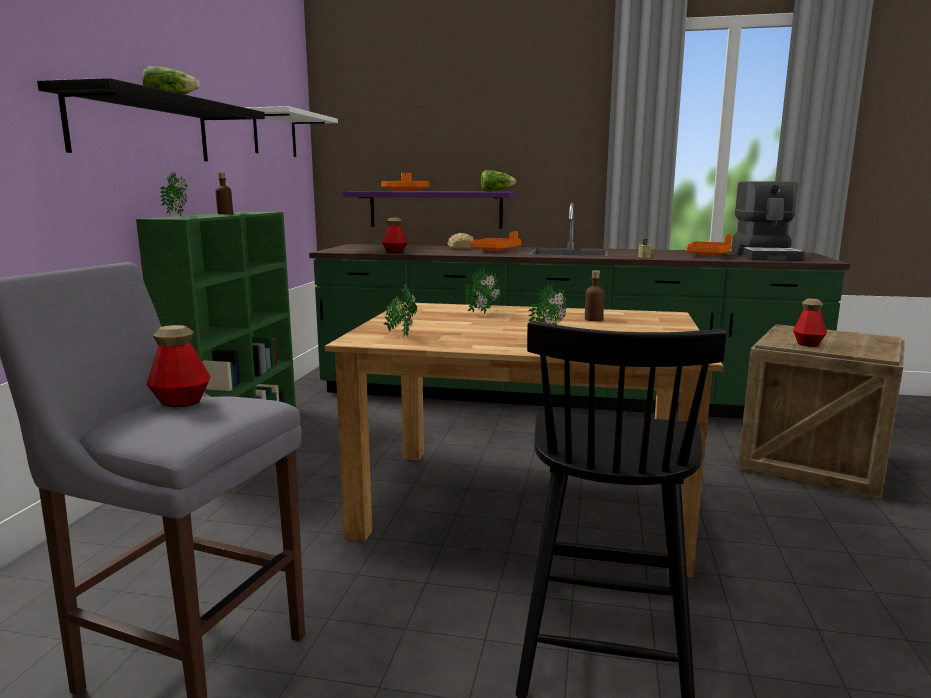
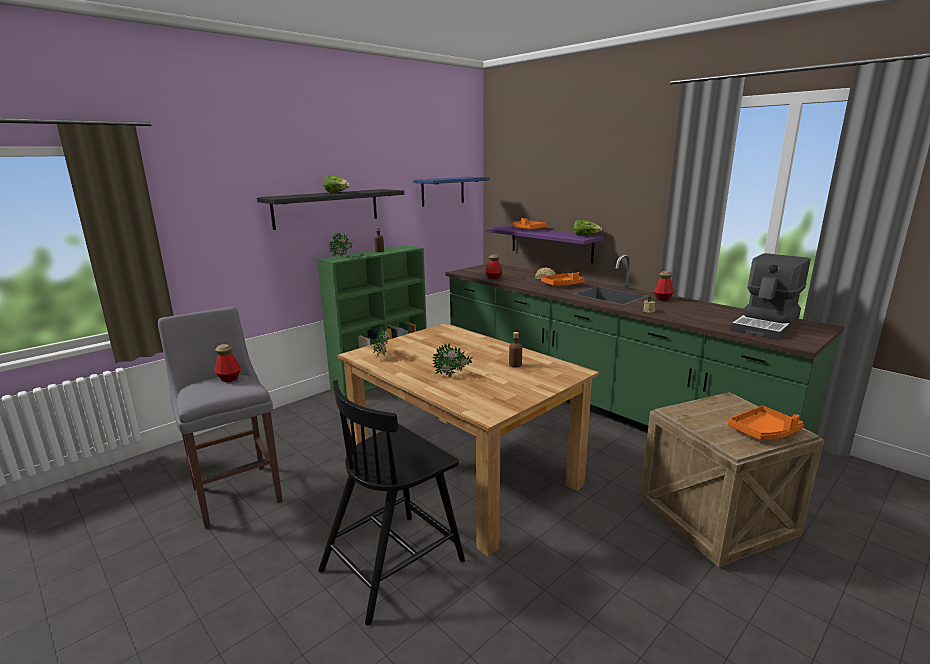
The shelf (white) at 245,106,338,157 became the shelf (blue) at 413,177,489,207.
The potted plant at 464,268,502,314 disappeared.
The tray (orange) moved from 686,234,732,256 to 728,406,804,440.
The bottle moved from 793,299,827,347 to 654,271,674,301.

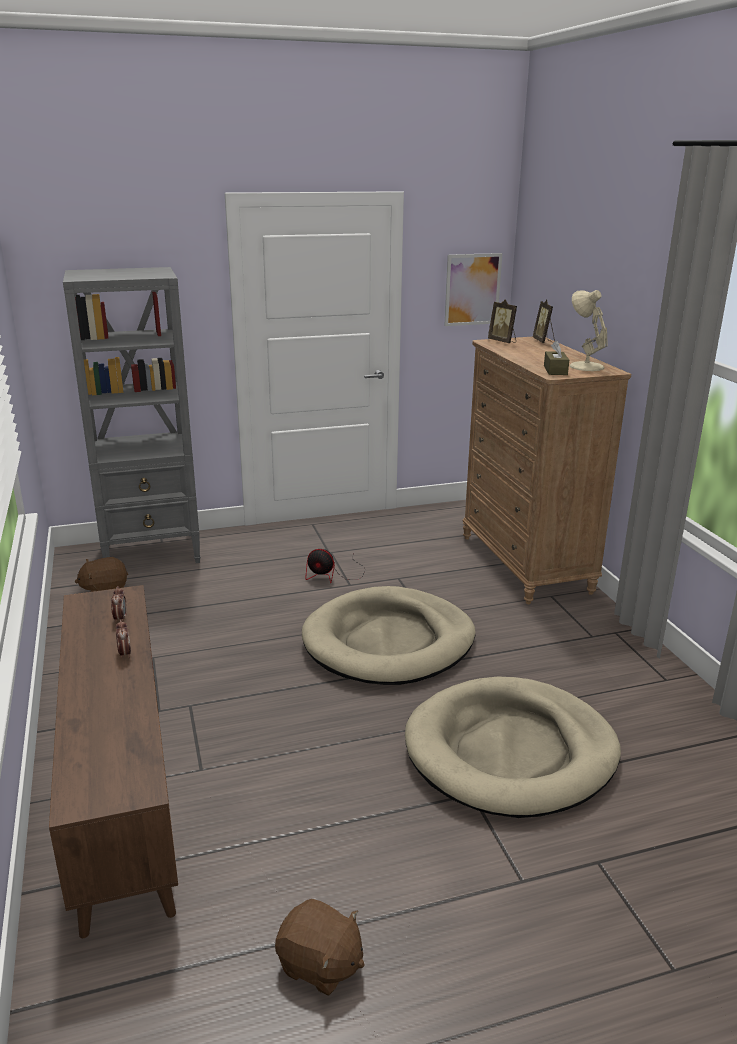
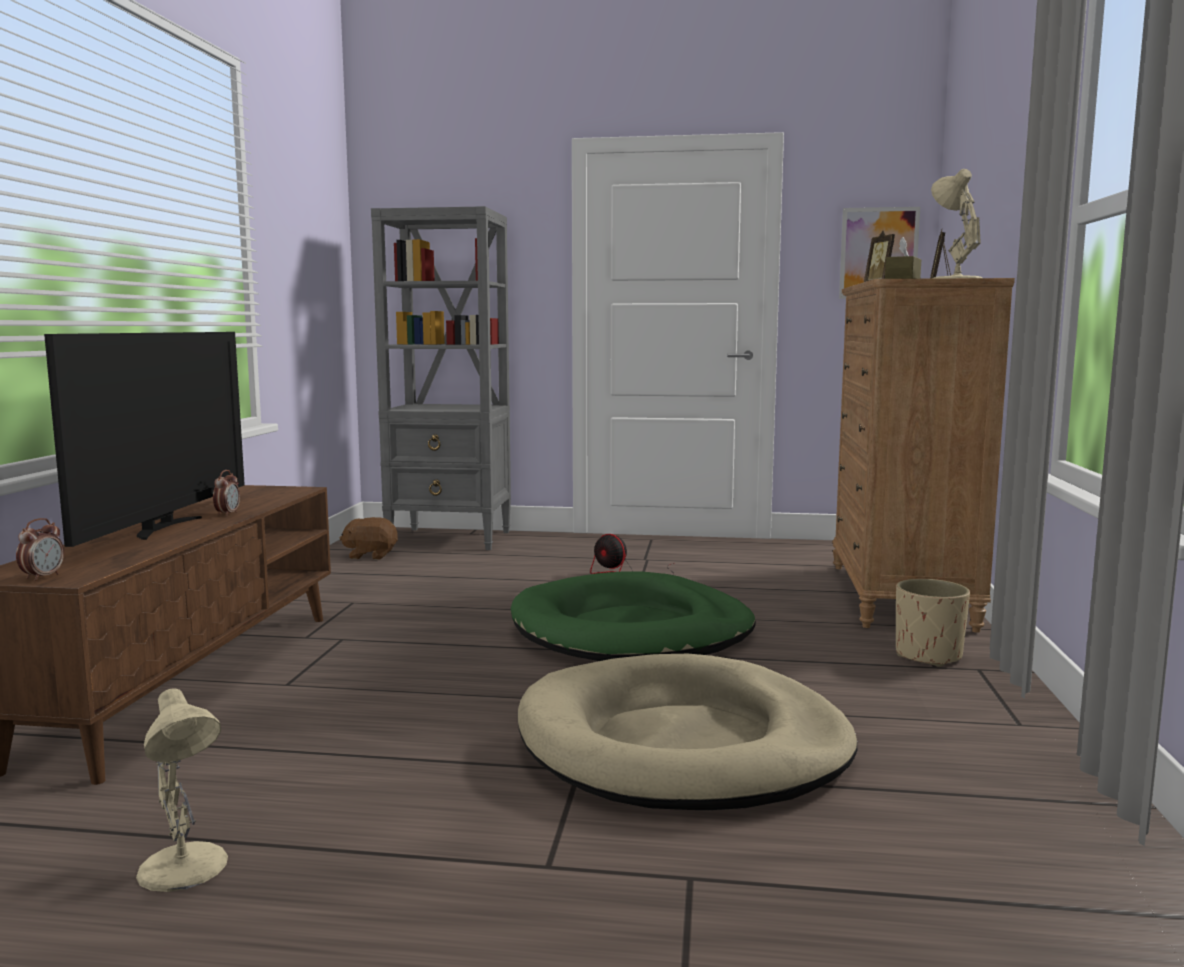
The alarm clock moved from 111,586,127,622 to 16,518,64,581.
The plush toy (brown) at 275,899,364,996 was replaced by the table lamp (beige) at 136,688,228,892.
The dog bed (beige) at 302,586,476,685 became the dog bed (green) at 511,571,756,661.
The television at 44,332,245,547 appeared.
The planter (beige) at 896,579,970,667 appeared.

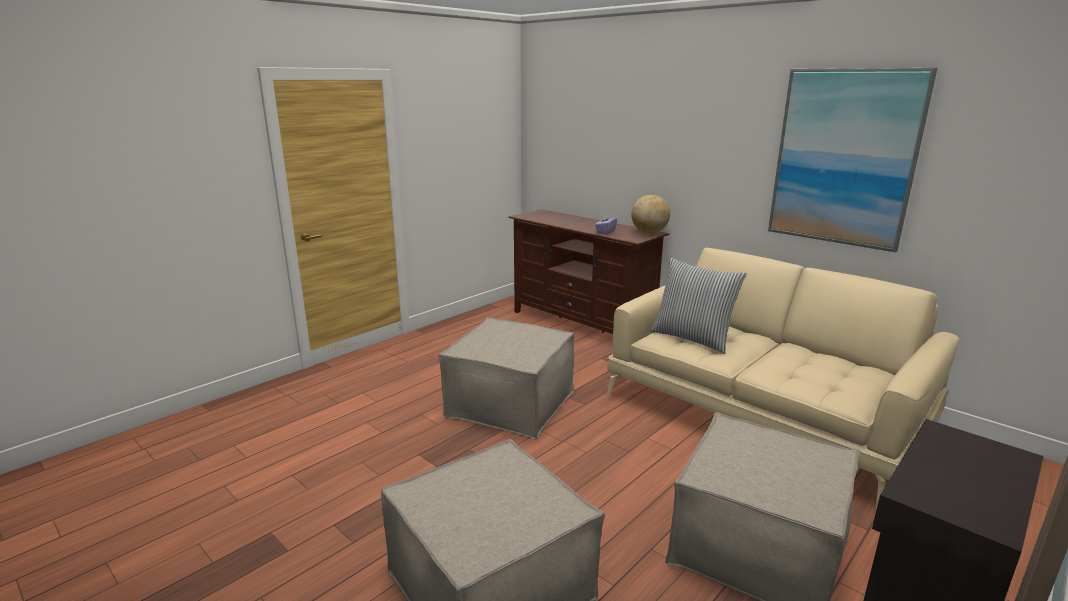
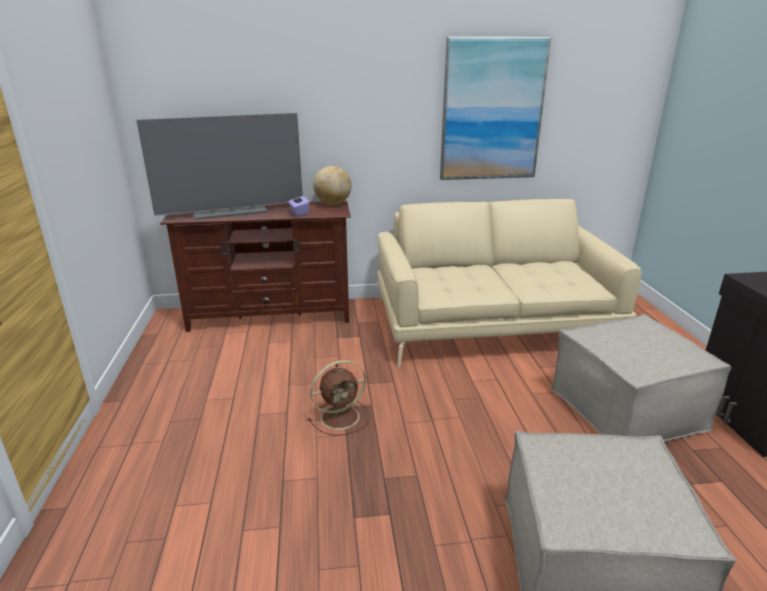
The ottoman (beige) at 438,317,575,440 was replaced by the fan (brown) at 308,360,369,436.
The pillow at 650,258,747,354 disappeared.
The television at 136,113,303,220 appeared.

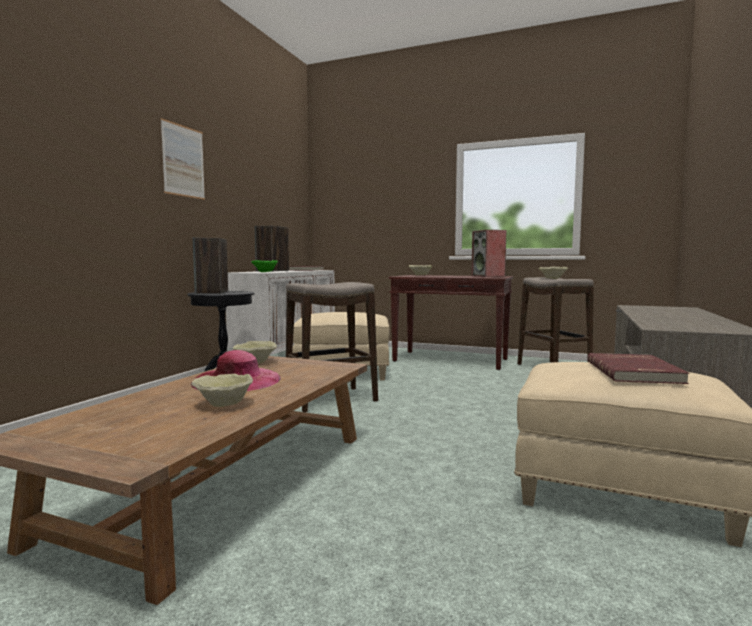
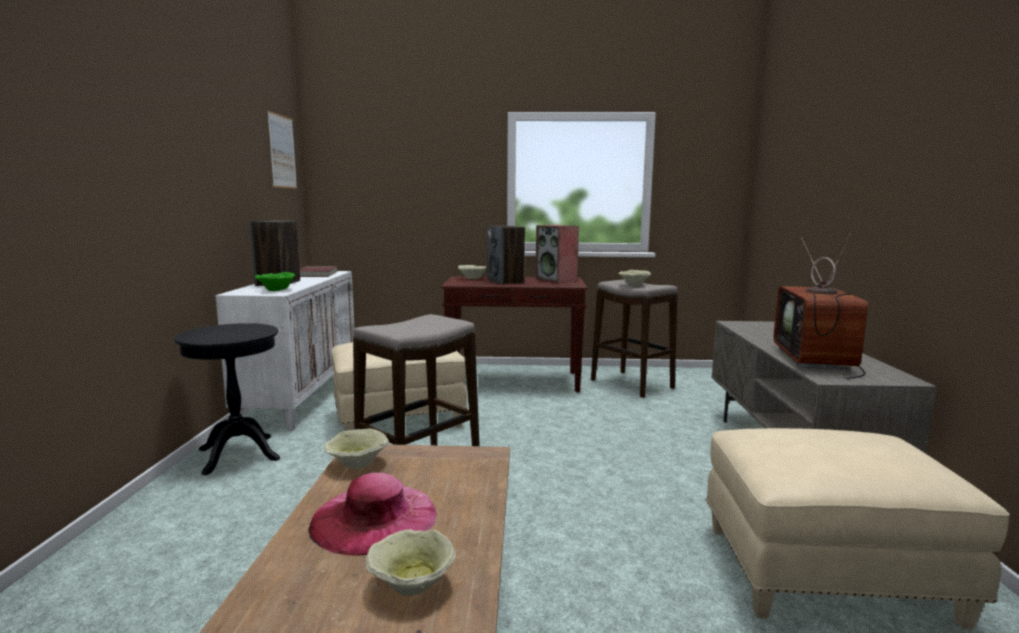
The picture moved from 161,118,205,200 to 267,111,297,189.
The speaker moved from 193,237,228,294 to 487,226,525,284.
The book (red) at 588,353,689,384 disappeared.
The television at 774,233,868,379 appeared.

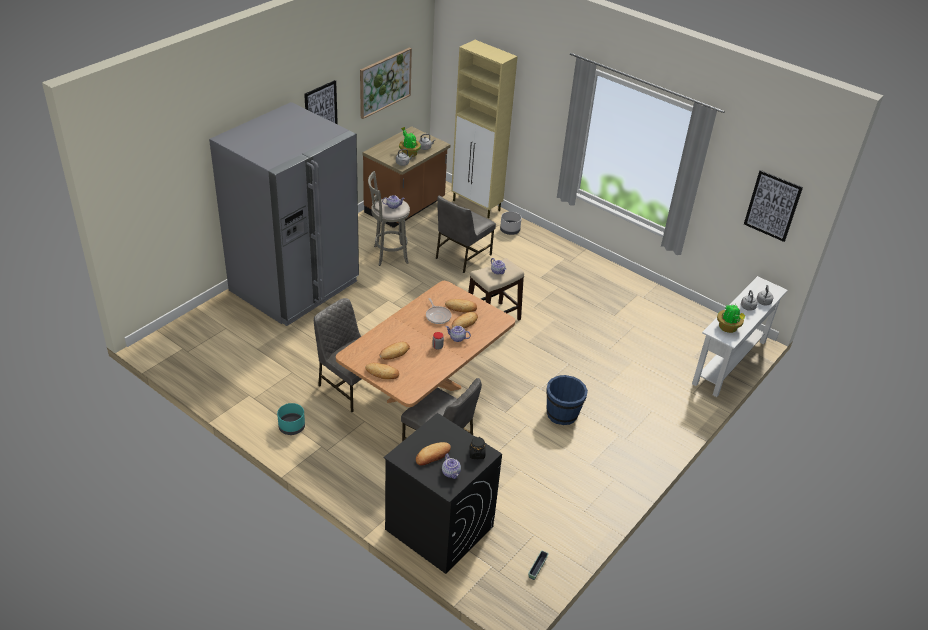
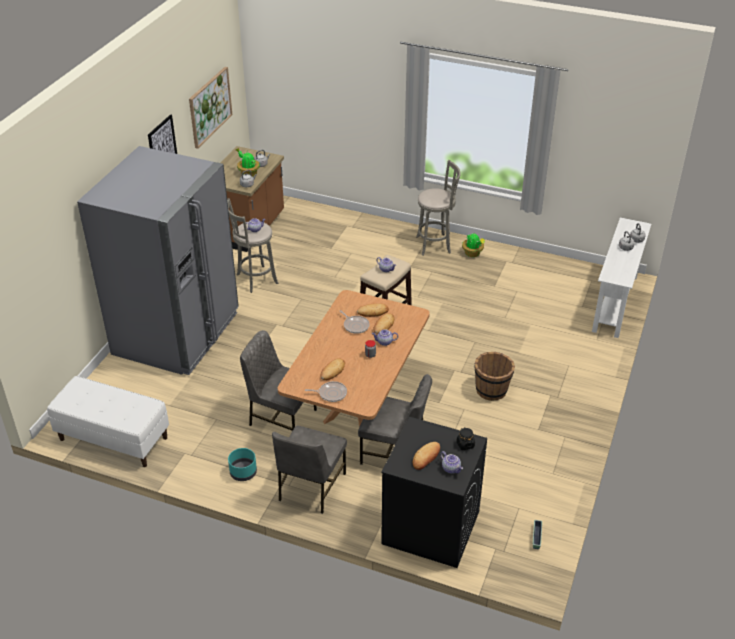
The bread at 365,363,399,379 was replaced by the frying pan at 305,381,347,402.
The chair (grey) moved from 436,196,496,273 to 272,425,347,514.
The cabinet (beige) at 451,40,518,218 disappeared.
The planter (grey) at 500,211,522,235 disappeared.
The bucket (blue) at 546,375,588,425 became the bucket (brown) at 475,352,515,401.
The potted plant moved from 717,304,745,333 to 462,233,485,257.
The picture at 744,170,803,242 disappeared.
The bench (white) at 47,376,169,467 appeared.
The stool (grey) at 416,160,461,256 appeared.

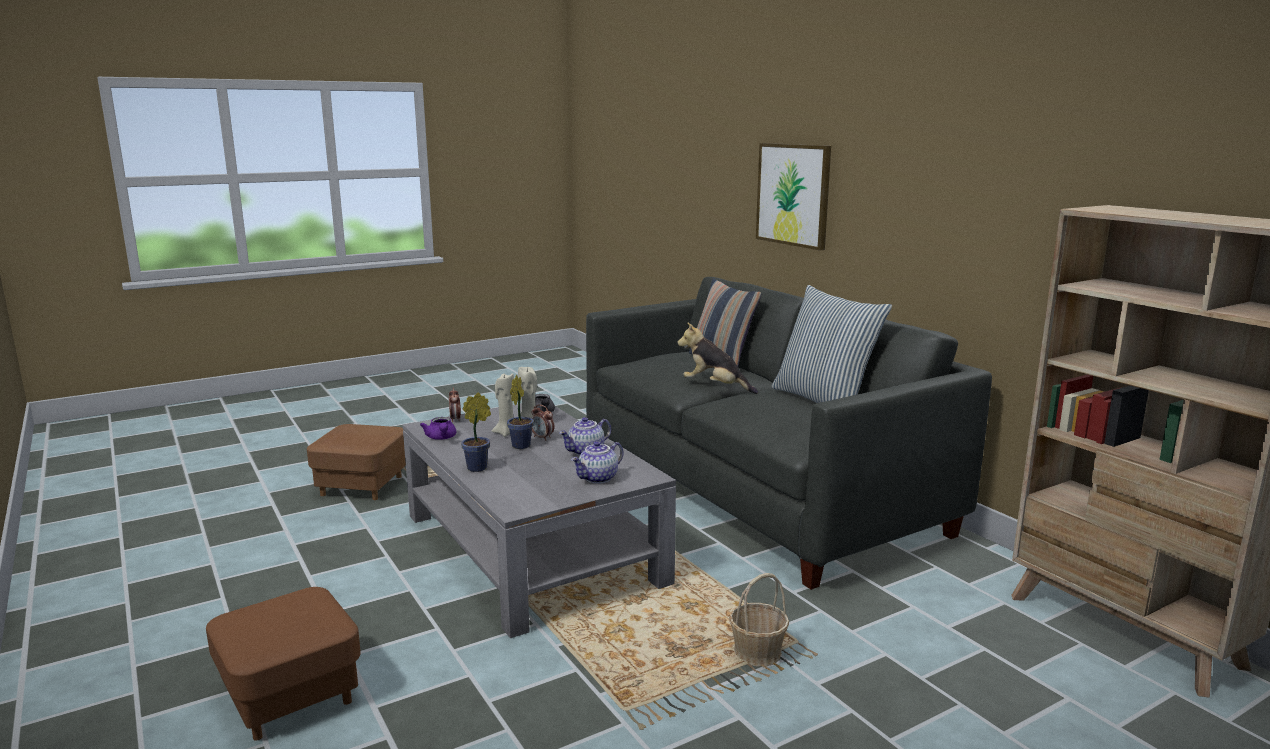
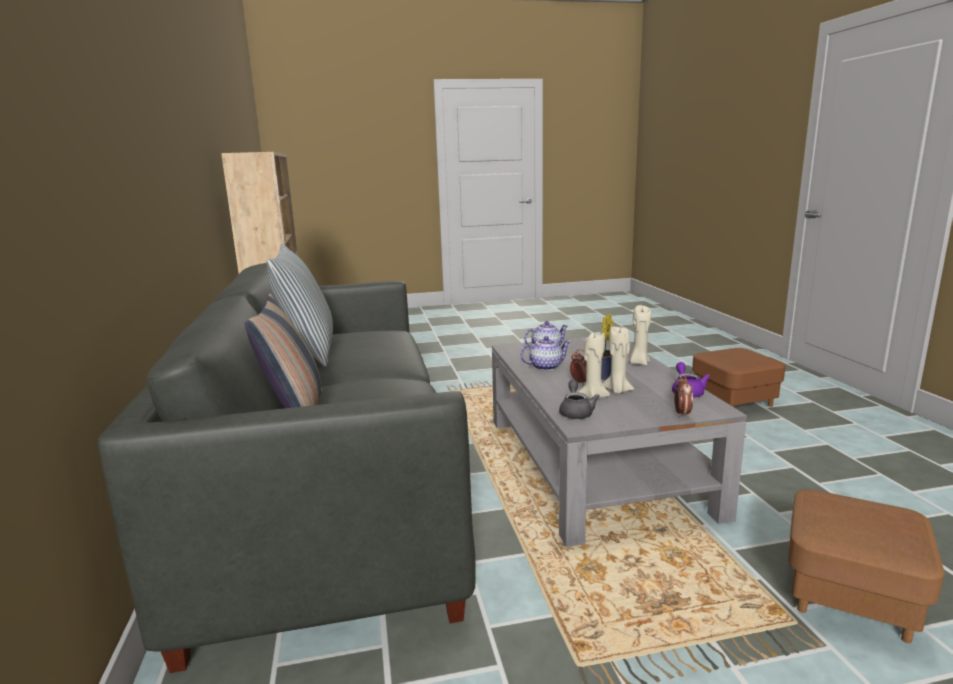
The potted plant at 461,392,491,472 was replaced by the candle (beige) at 629,305,652,365.
The plush toy at 677,322,758,394 disappeared.
The basket at 729,573,789,667 disappeared.
The picture at 756,143,831,251 disappeared.

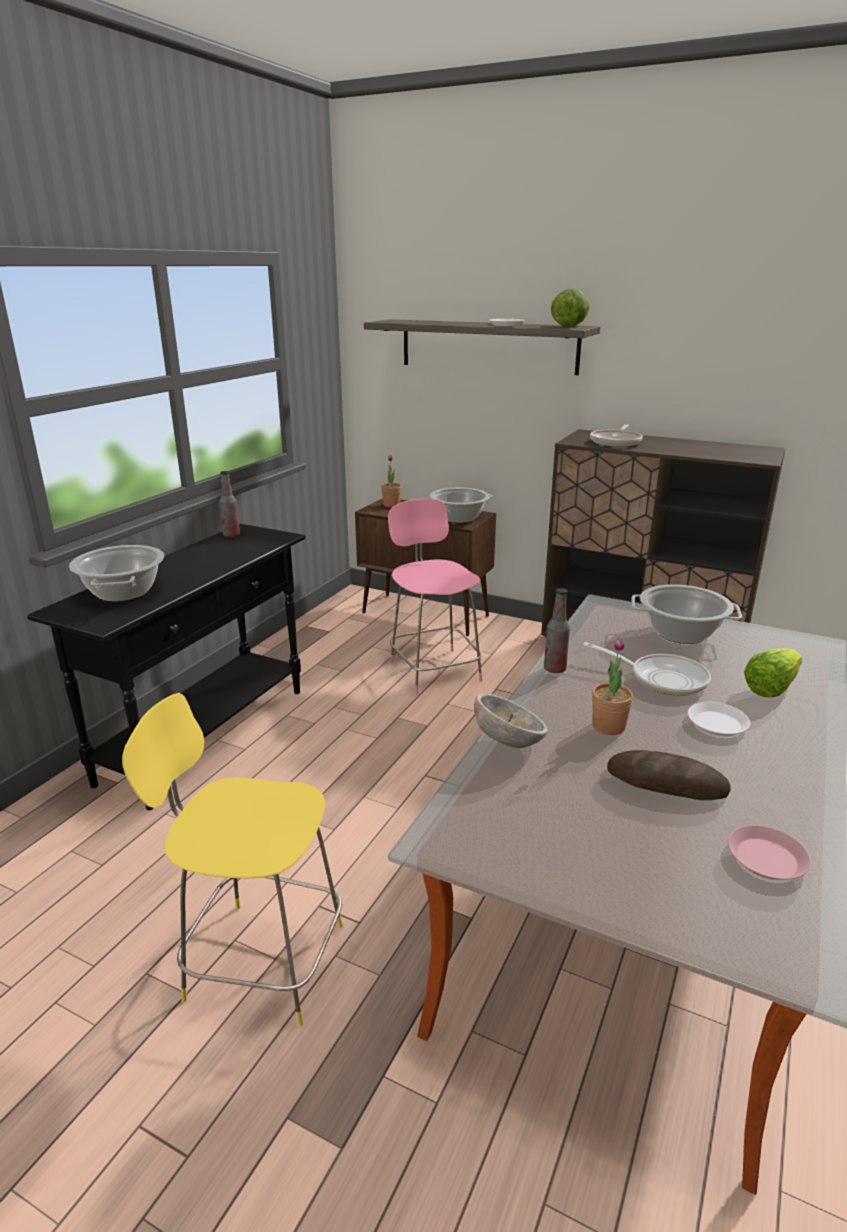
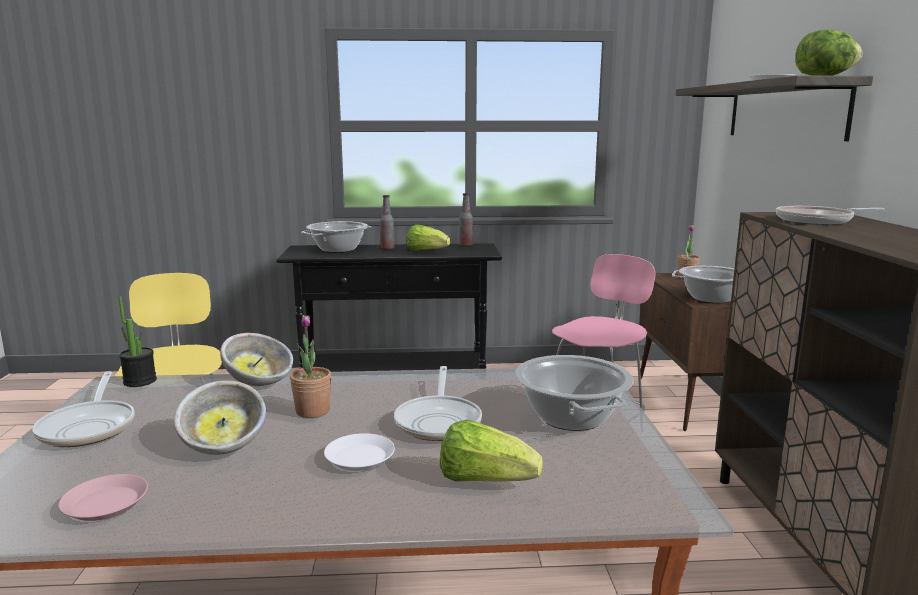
The bottle moved from 544,588,570,673 to 380,195,395,250.
The bread at 607,750,731,800 was replaced by the bowl at 174,380,266,455.
The frying pan at 32,371,135,447 appeared.
The potted plant at 119,296,157,387 appeared.
The lettuce at 406,225,450,251 appeared.

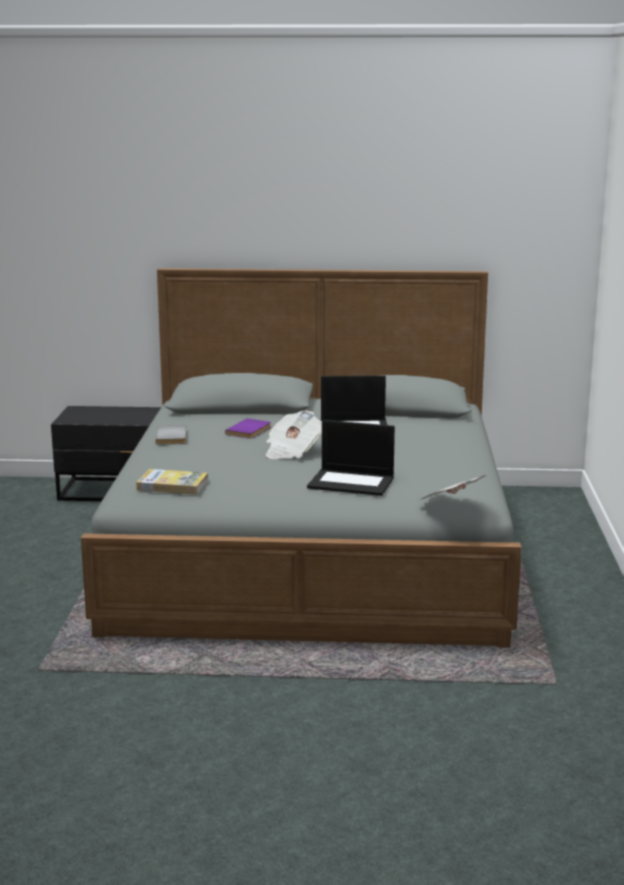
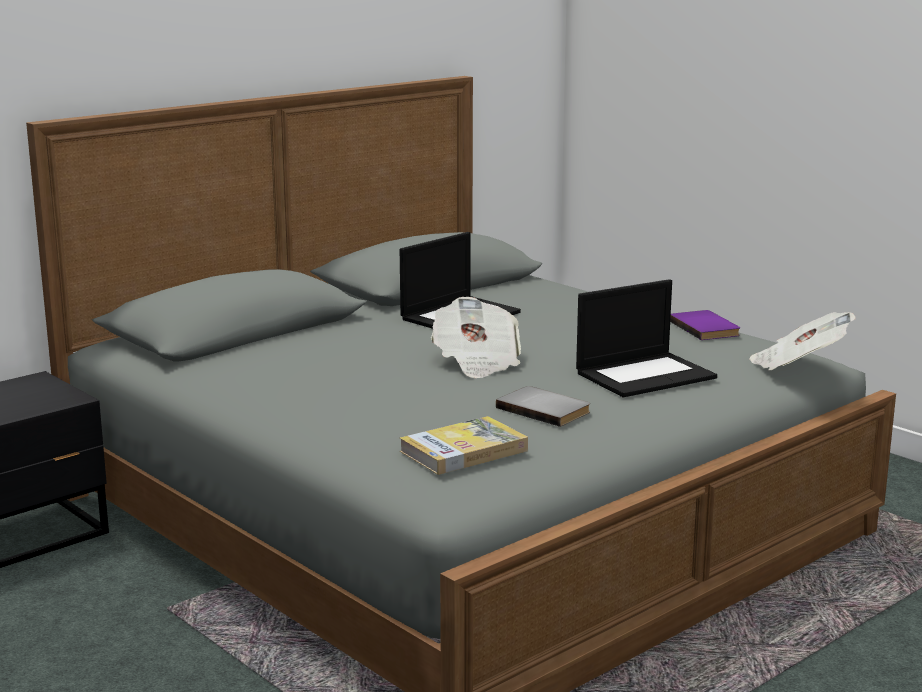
The book (grey) moved from 156,425,187,445 to 496,386,590,427.
The book (purple) moved from 225,419,271,439 to 670,310,740,340.

